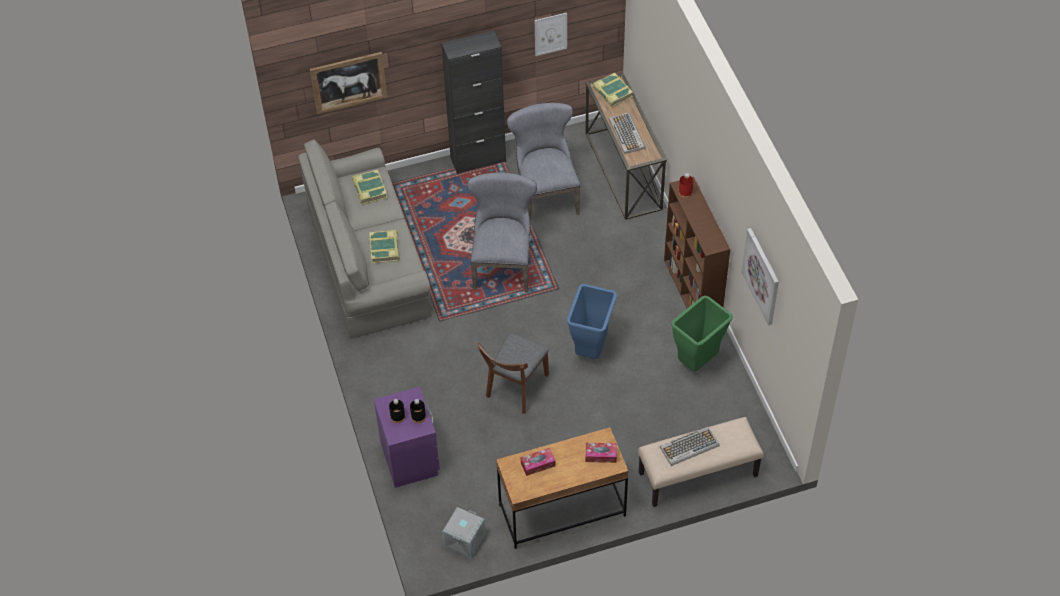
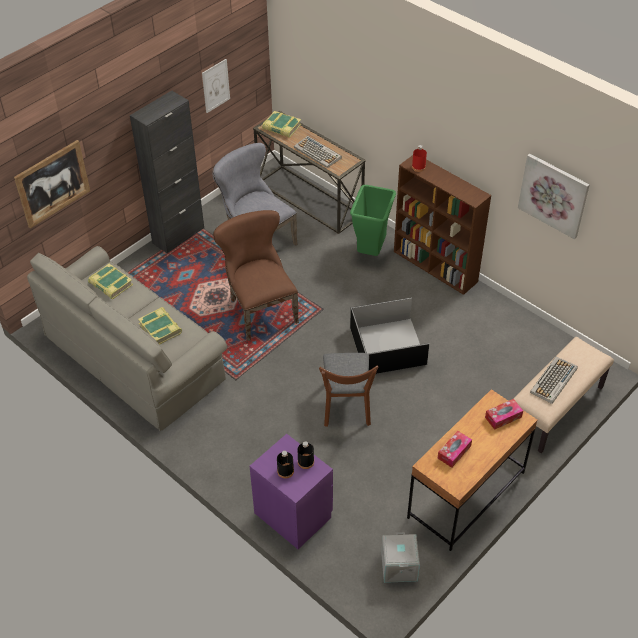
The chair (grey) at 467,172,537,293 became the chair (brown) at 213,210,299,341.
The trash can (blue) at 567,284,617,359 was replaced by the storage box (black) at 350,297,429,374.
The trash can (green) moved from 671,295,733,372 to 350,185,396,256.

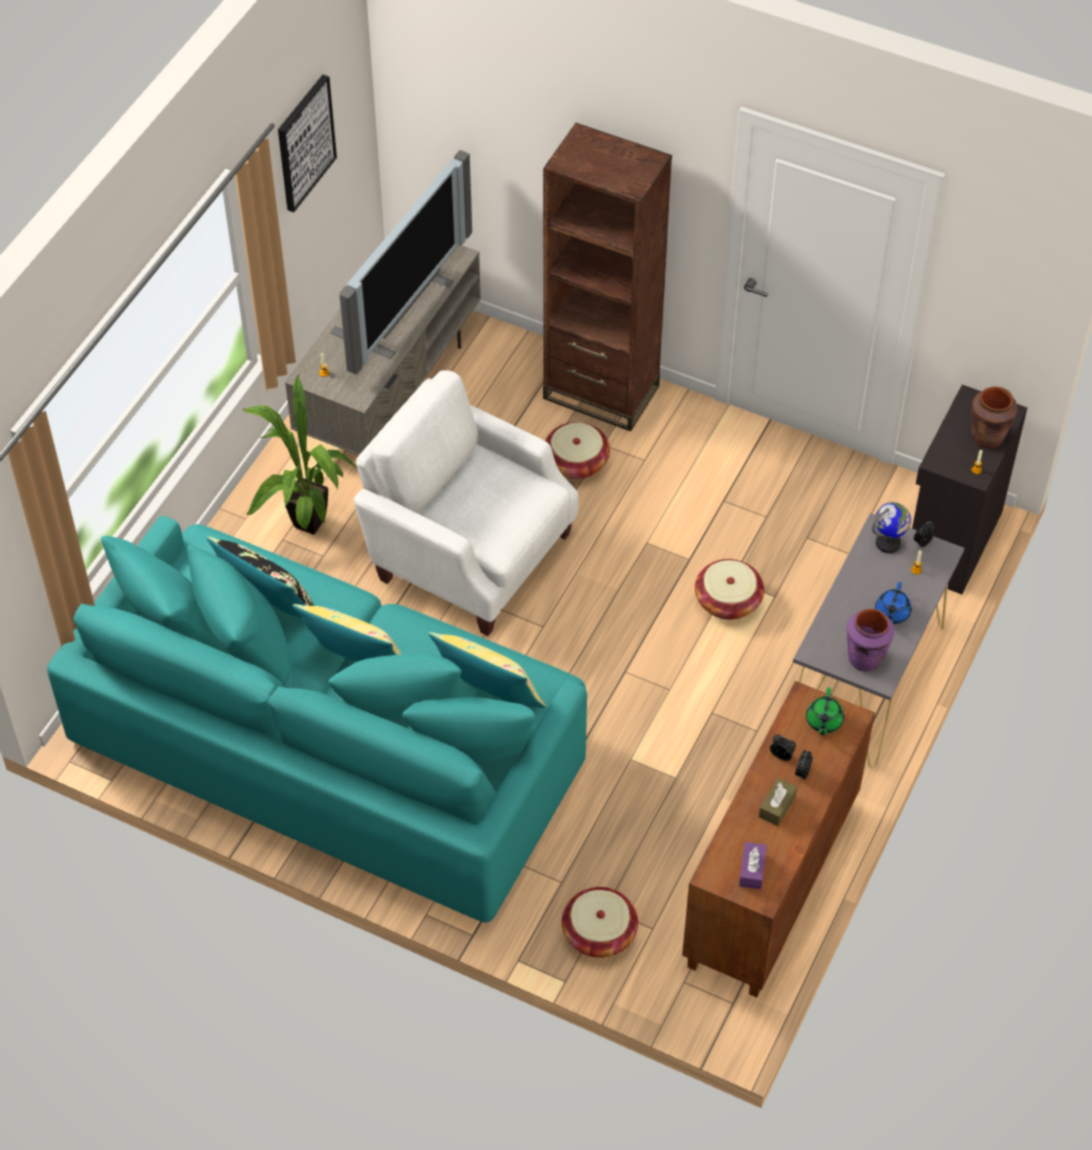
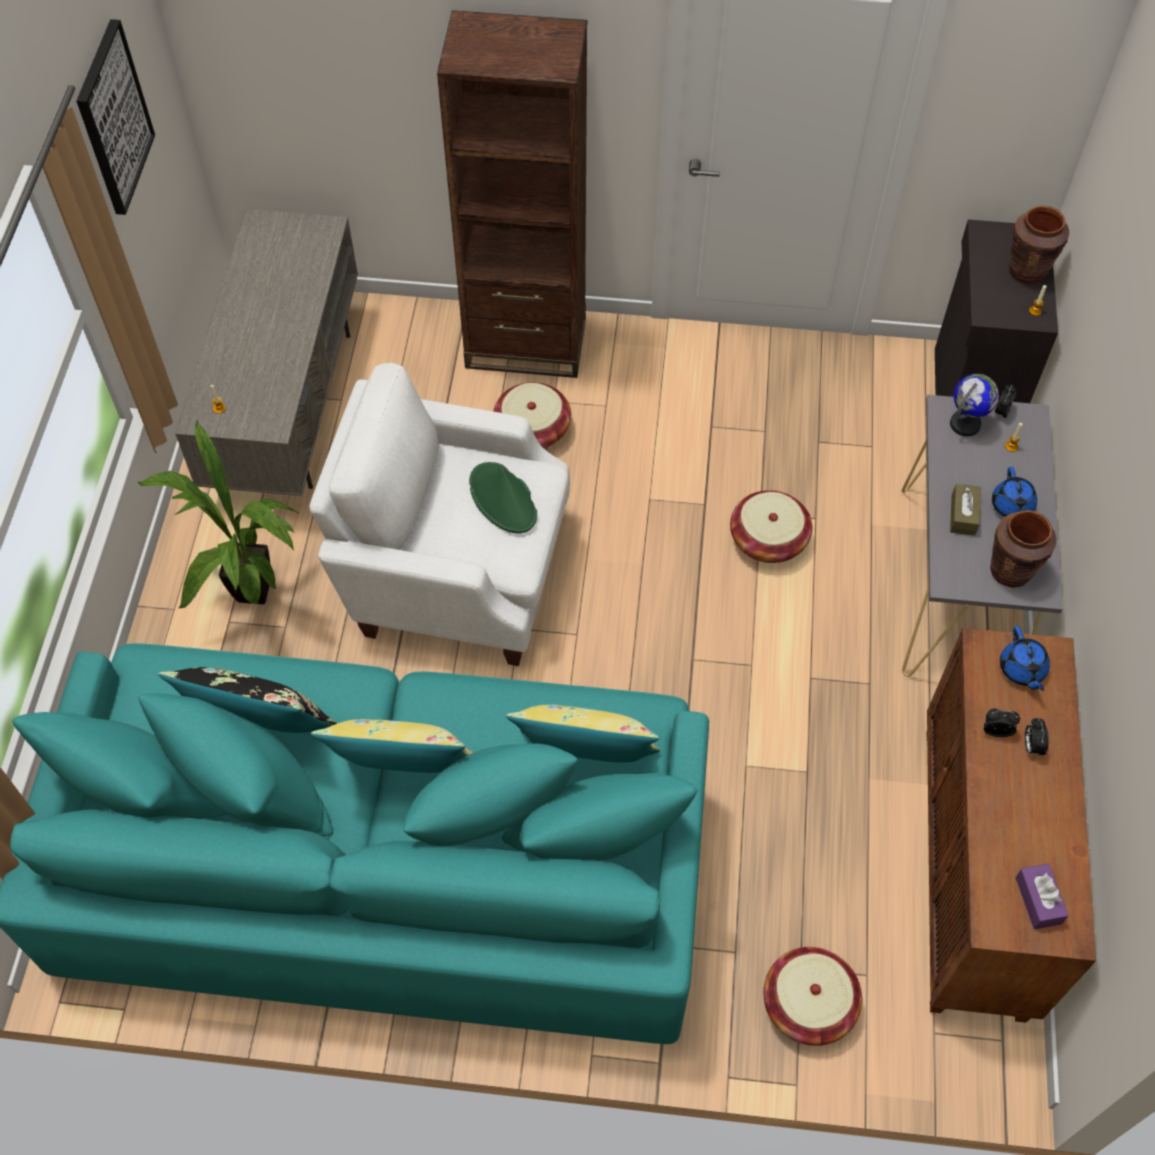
The television at 330,150,472,374 disappeared.
The tissue box (brown) moved from 759,778,797,826 to 950,484,981,536.
The teapot (green) at 806,688,844,735 became the teapot (blue) at 1000,626,1050,691.
The vase (purple) at 847,609,894,671 became the vase (brown) at 991,510,1056,588.
The hat (green) at 469,462,537,533 appeared.

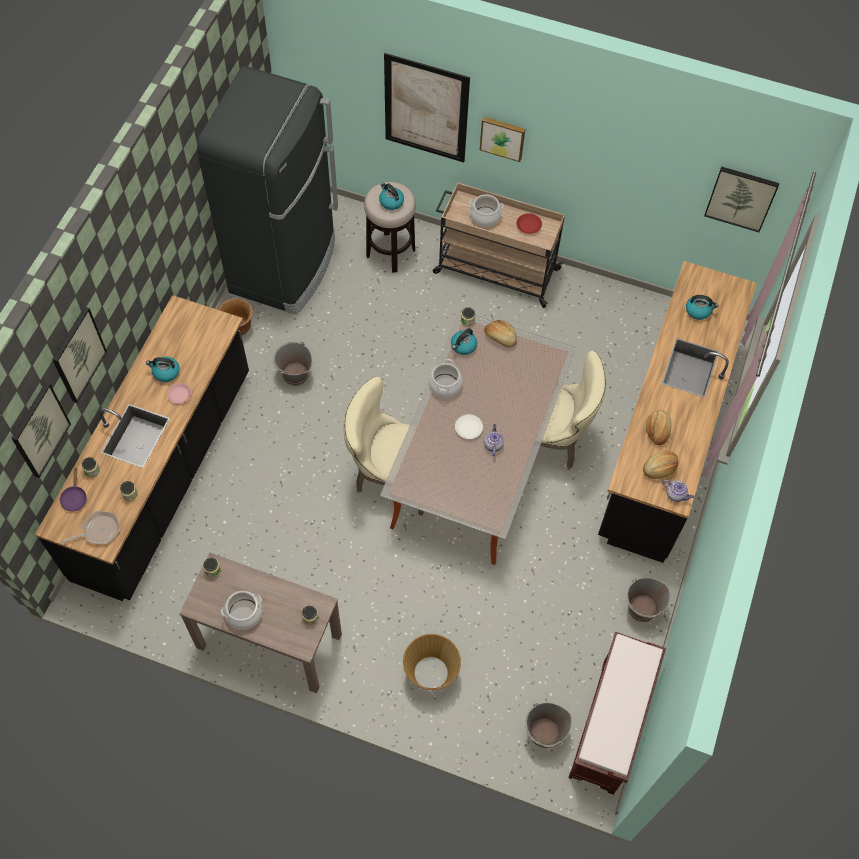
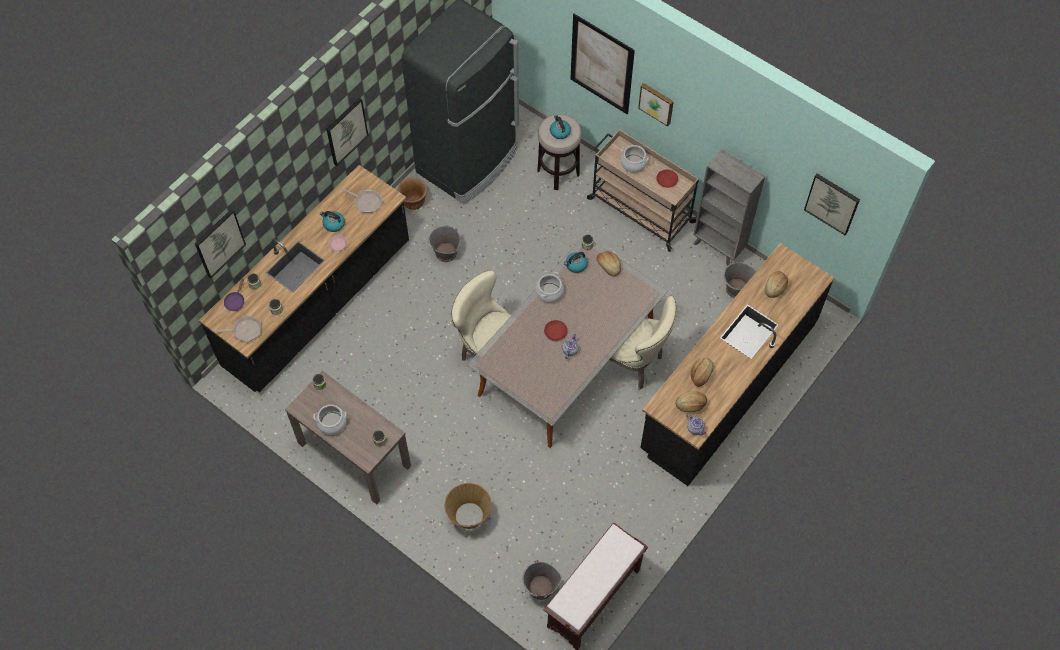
The picture moved from 52,307,107,403 to 326,98,368,166.
The plate (white) at 455,414,483,439 became the plate (red) at 544,320,567,341.
The bucket (grey) moved from 626,577,670,622 to 723,261,756,298.
The kettle at 686,295,719,320 was replaced by the bread at 765,271,788,298.
The frying pan at 343,188,383,213 appeared.
The bookcase (grey) at 693,149,765,266 appeared.

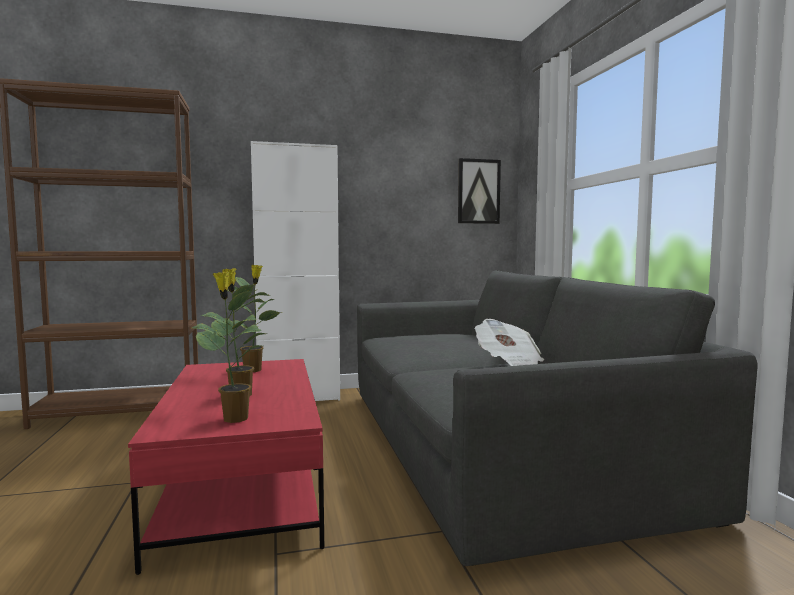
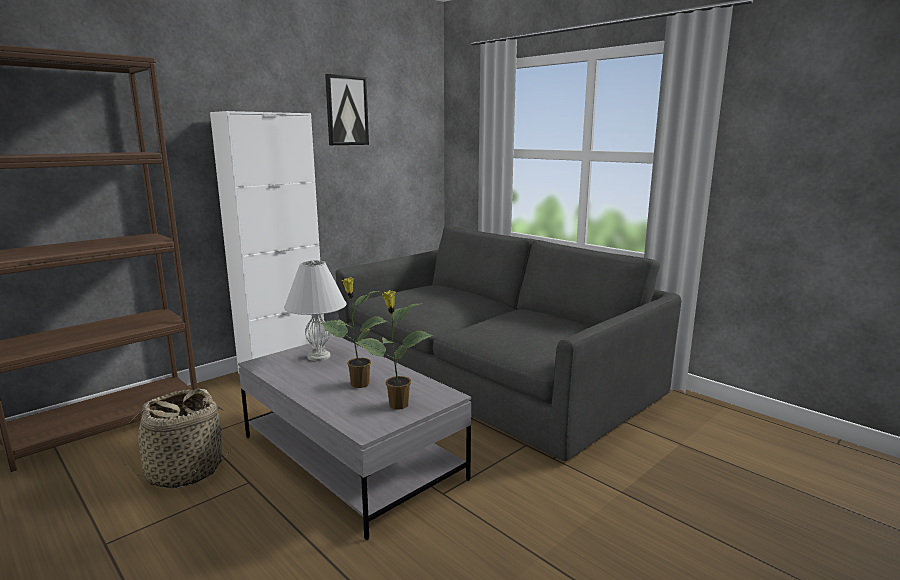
The coffee table (red) at 128,359,324,575 became the coffee table (grey) at 238,336,471,540.
The potted plant at 228,265,282,372 was replaced by the table lamp (white) at 284,260,347,361.
The picture moved from 458,158,501,224 to 325,74,369,145.
The newspaper at 475,319,544,366 disappeared.
The basket at 119,389,232,489 appeared.

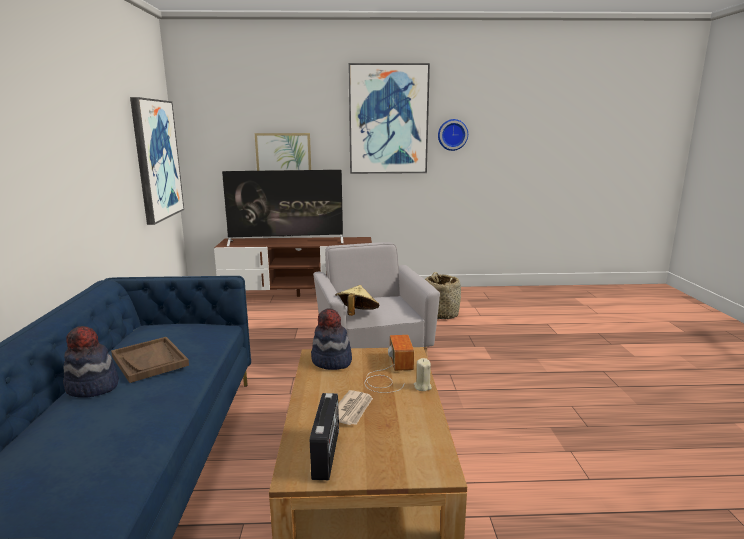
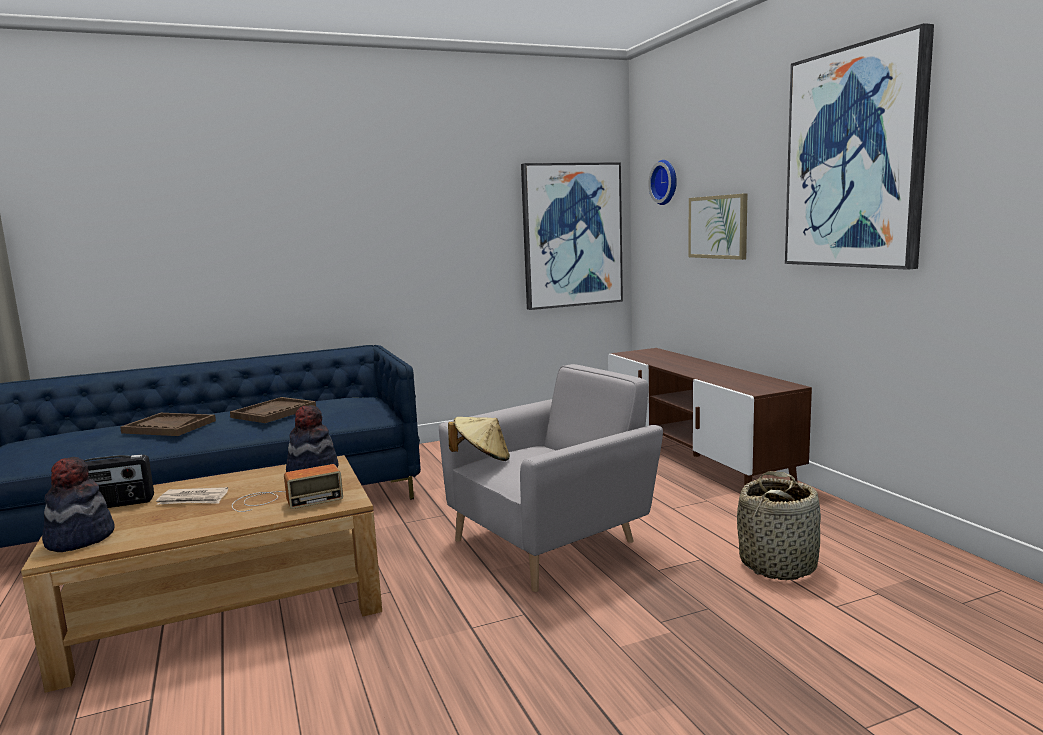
The hat moved from 63,326,119,398 to 42,457,115,552.
The television at 222,170,344,247 disappeared.
The candle (beige) at 414,358,432,391 disappeared.
The wall clock moved from 438,119,468,151 to 648,160,677,205.
The tray (brown) at 120,413,216,436 appeared.

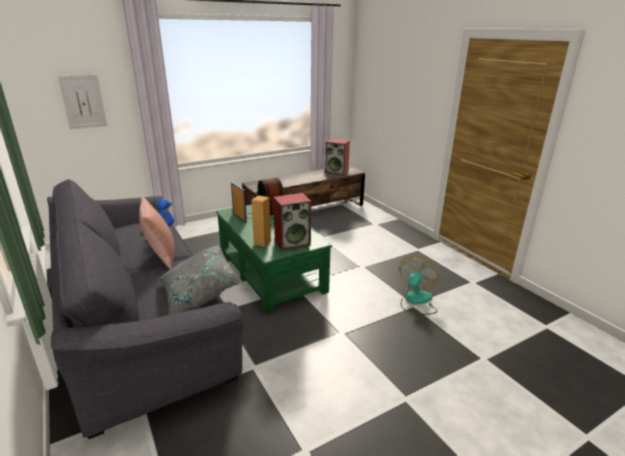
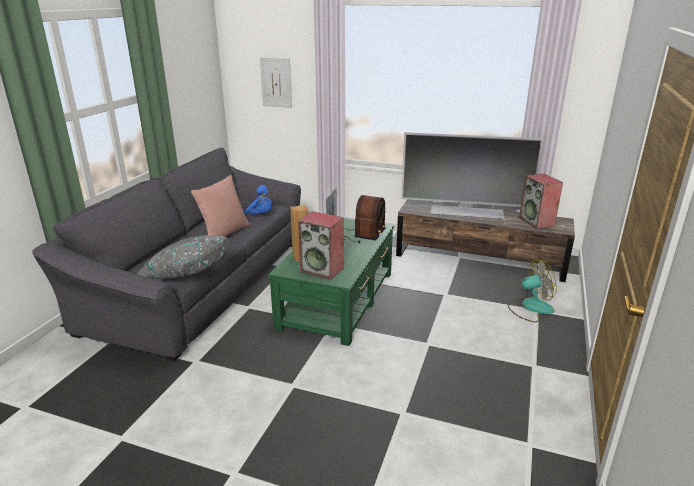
The fan moved from 399,256,438,315 to 508,259,557,322.
The television at 401,132,544,219 appeared.

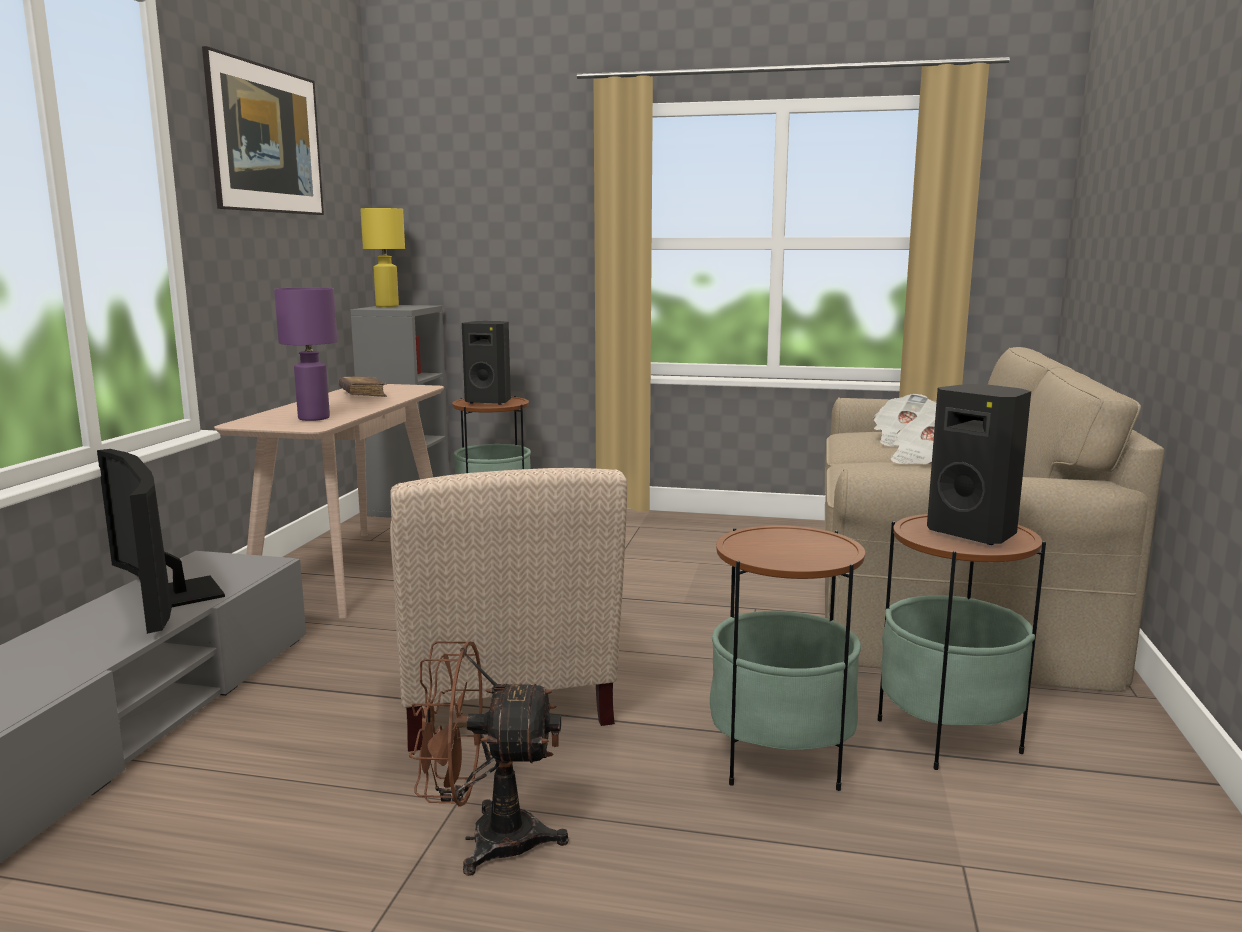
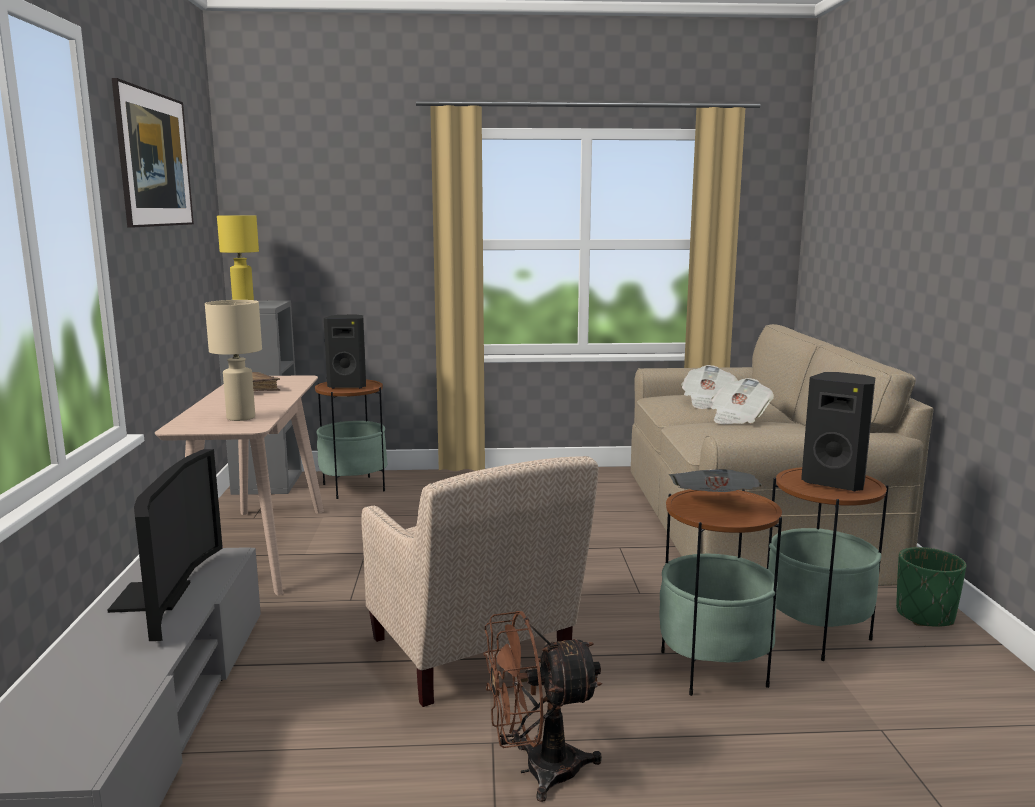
The television at 97,449,225,634 turned 135 degrees counterclockwise.
The table lamp (purple) at 274,287,337,421 became the table lamp (beige) at 205,300,262,421.
The newspaper at 669,469,762,492 appeared.
The planter (green) at 896,547,966,627 appeared.

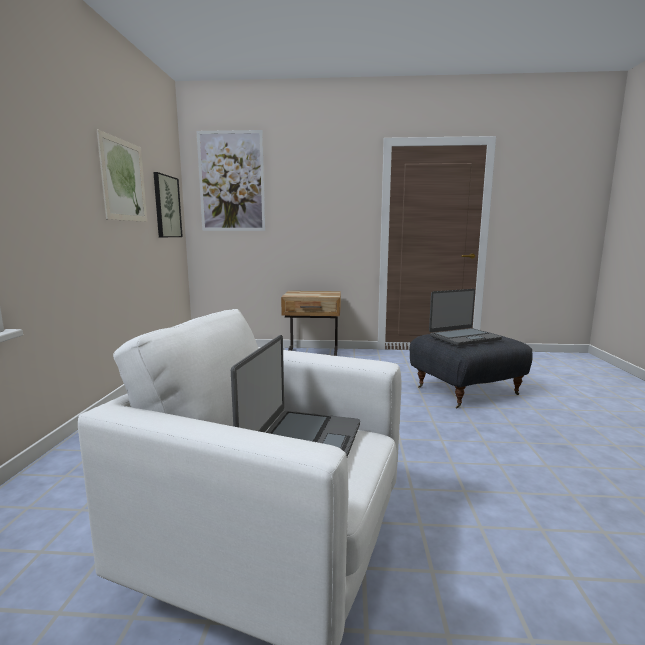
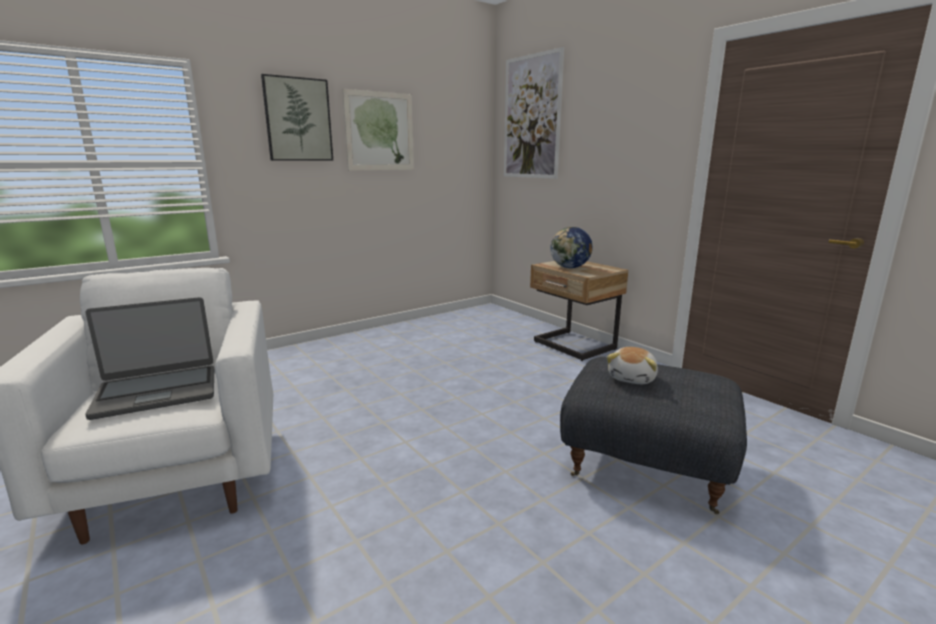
The picture moved from 153,172,183,237 to 261,74,333,161.
The laptop at 429,289,502,346 was replaced by the plush toy at 607,347,658,384.
The globe at 550,227,593,268 appeared.

